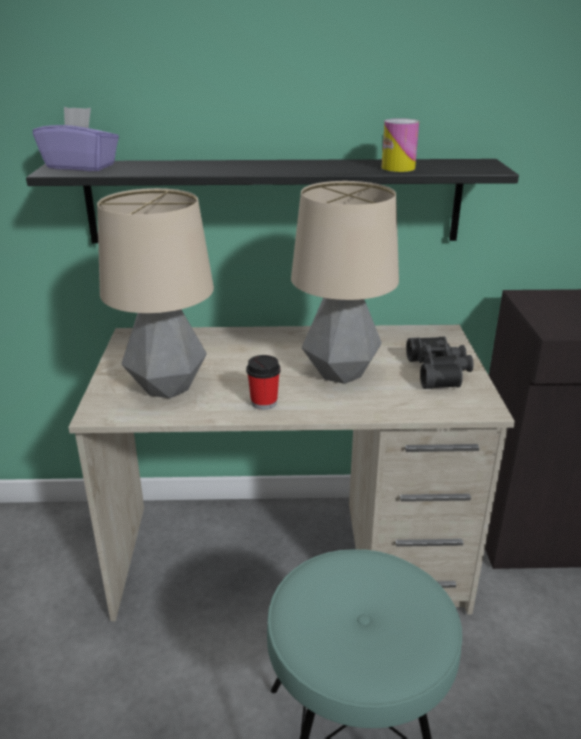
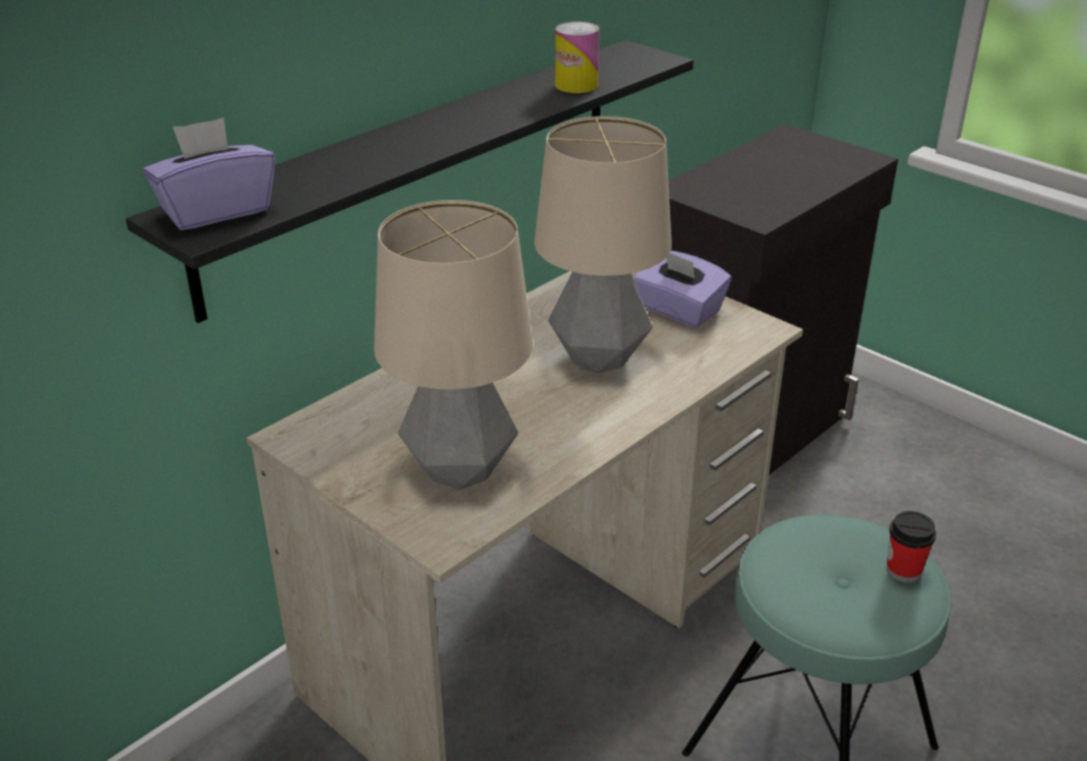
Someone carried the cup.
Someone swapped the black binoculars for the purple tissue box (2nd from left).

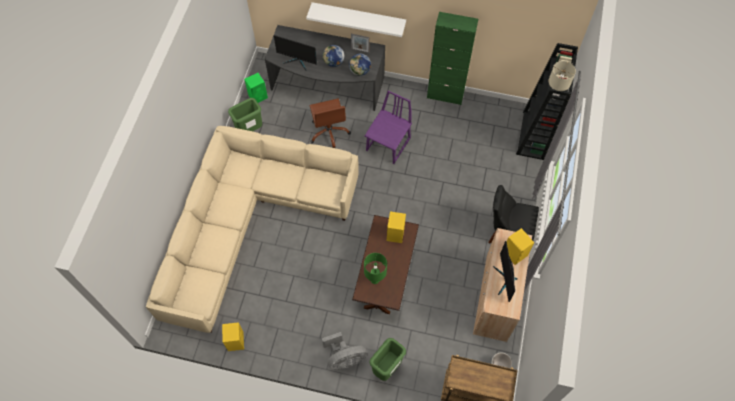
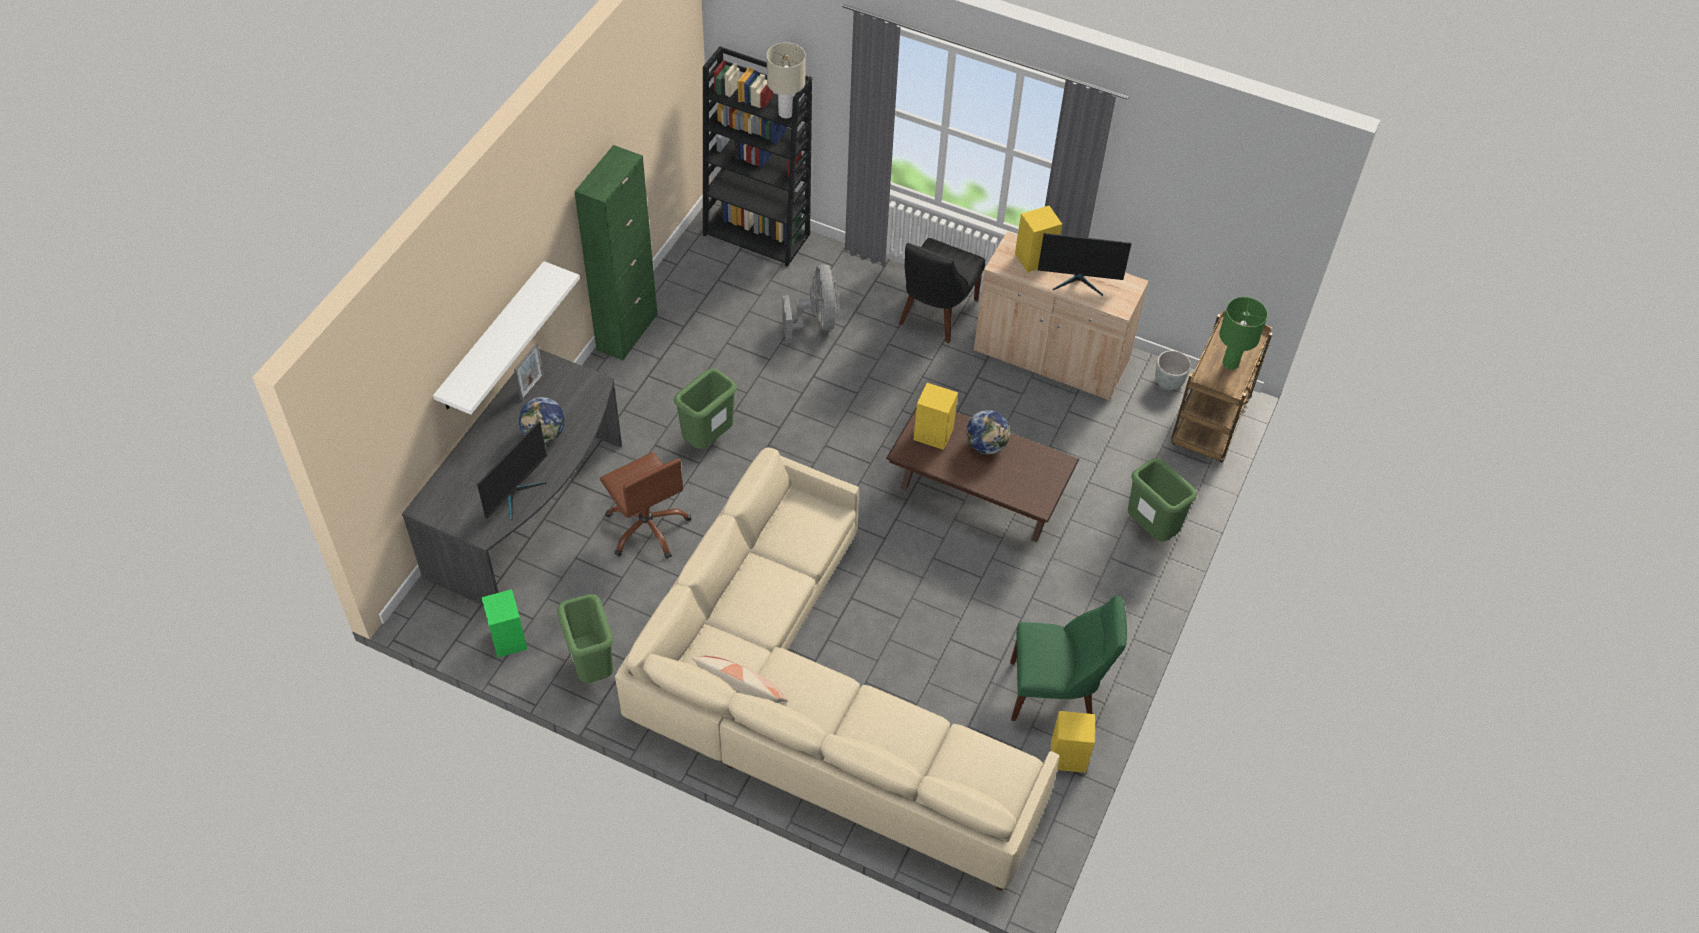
Someone rotated the brown office chair by 60 degrees clockwise.
Someone carried the grey fan.
Someone carried the globe (2nd from left).
Someone carried the green table lamp.
Someone swapped the purple chair for the green trash can (2nd from left).
Someone put down the pillow.
Someone put down the green chair.

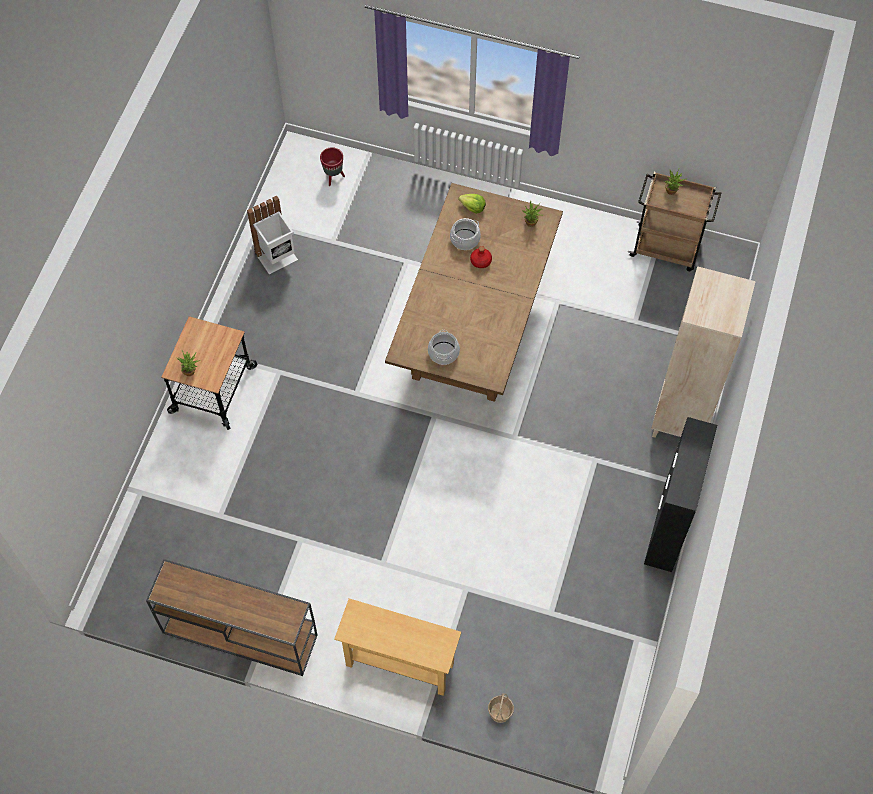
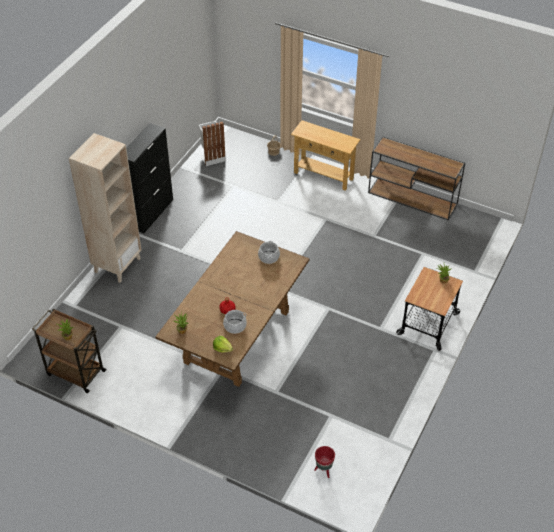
Someone carried the white trash can.

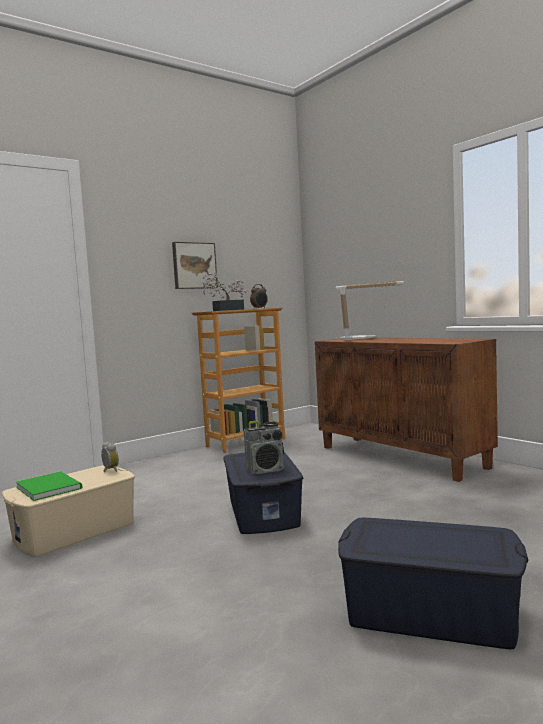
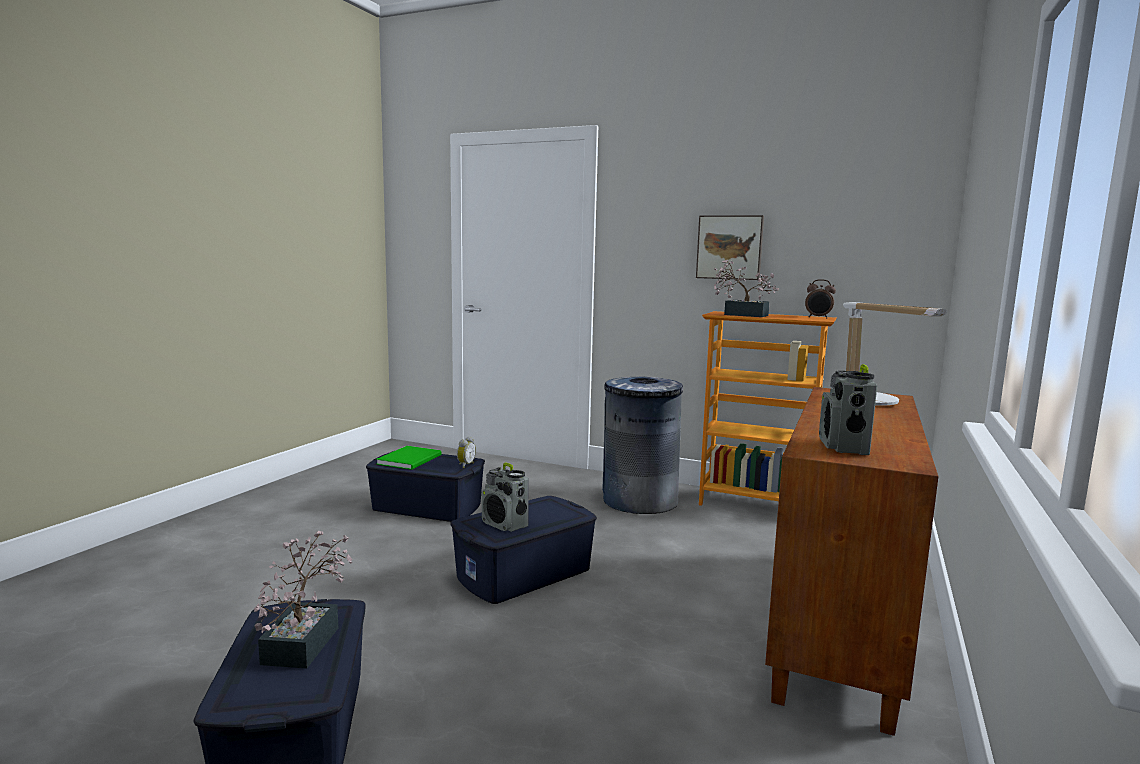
Someone repainted the beige storage box, which became the blue storage box (2nd from left).
Someone put down the potted plant (1st from left).
Someone put down the grey trash can.
Someone put down the radio (2nd from left).

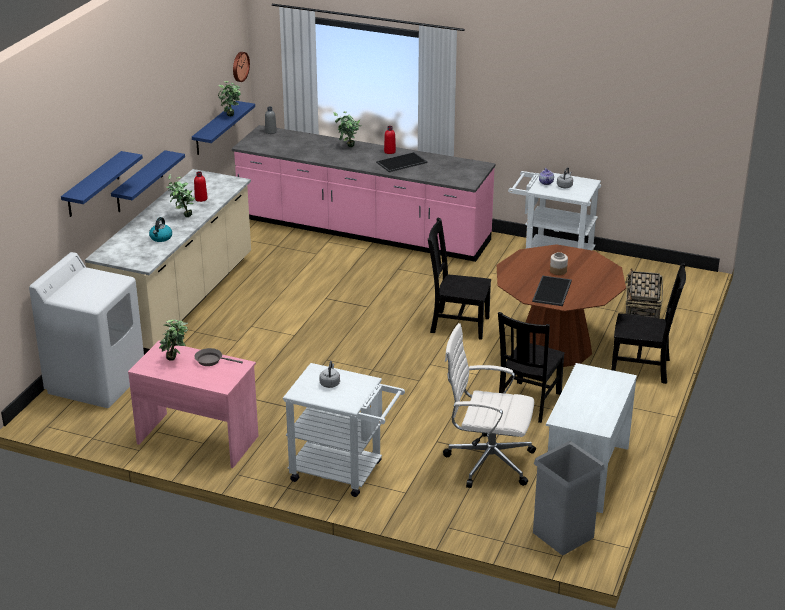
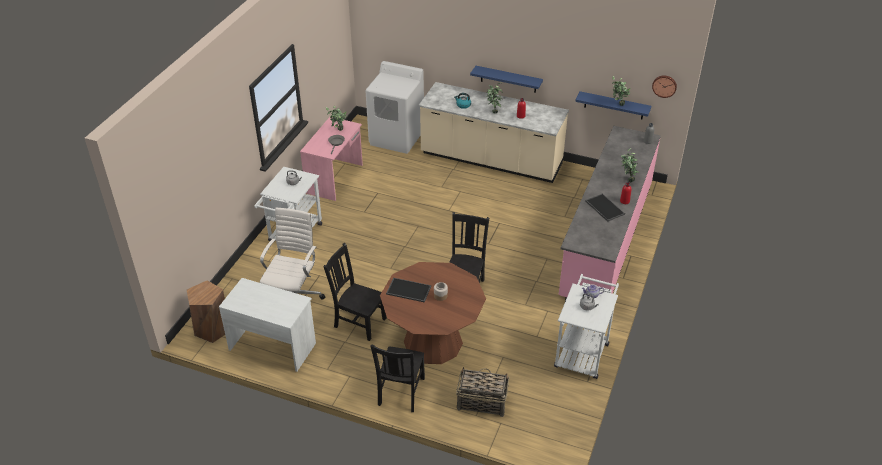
Someone took away the blue shelf (1st from left).
Someone swapped the grey trash can for the brown stool.

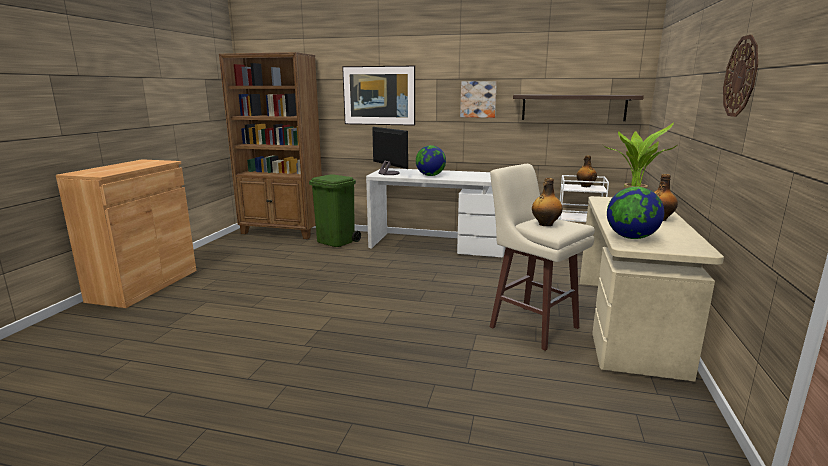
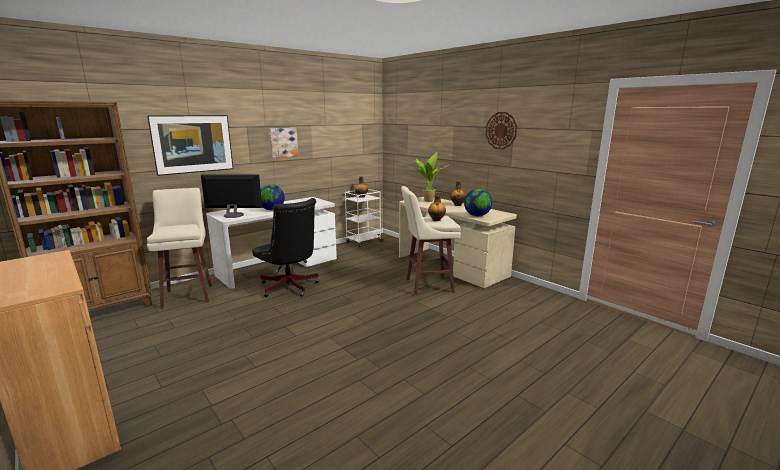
Someone swapped the green trash can for the beige stool (1st from left).
Someone took away the shelf.
Someone put down the black office chair.

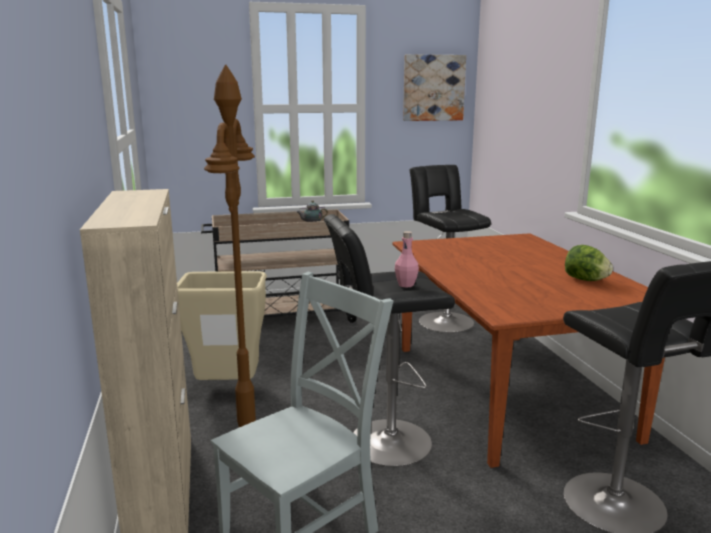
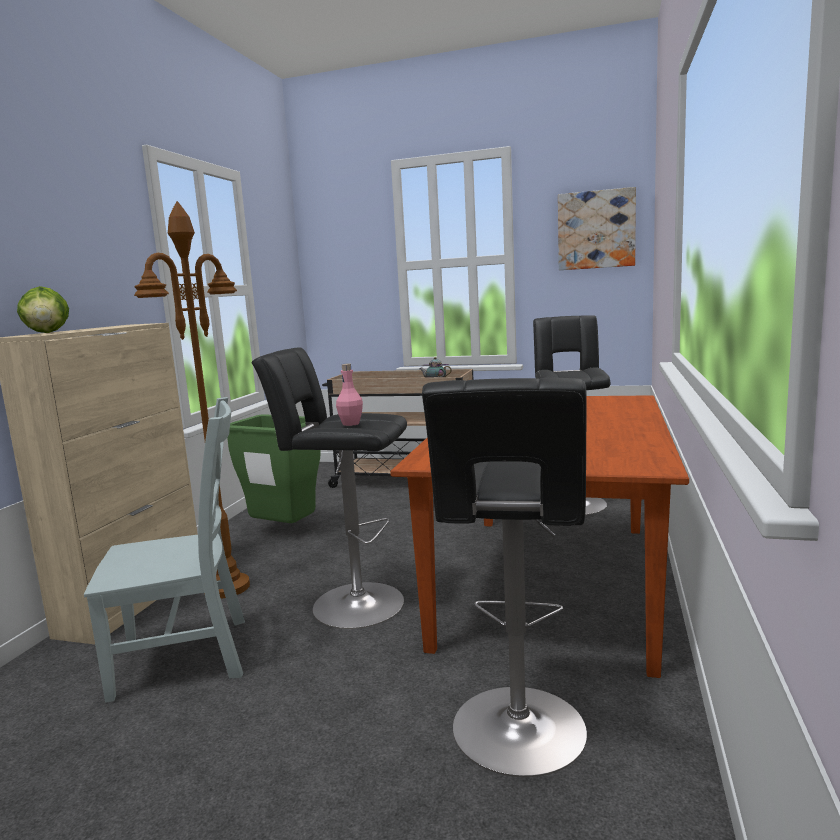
Someone repainted the beige trash can, which became the green trash can.
Someone carried the lettuce.

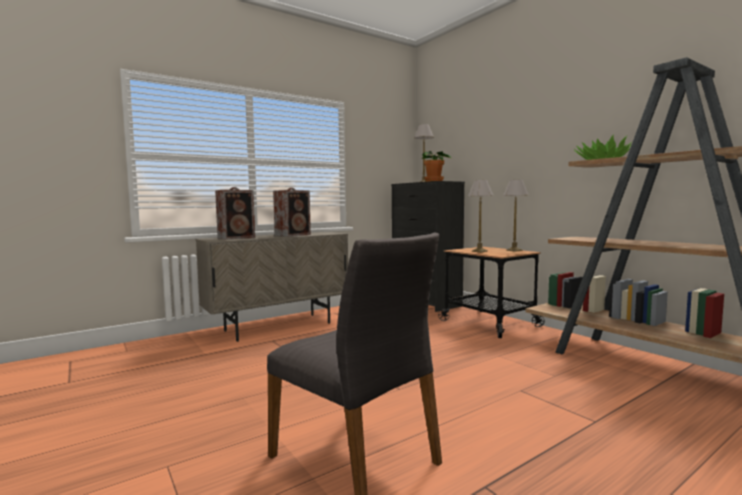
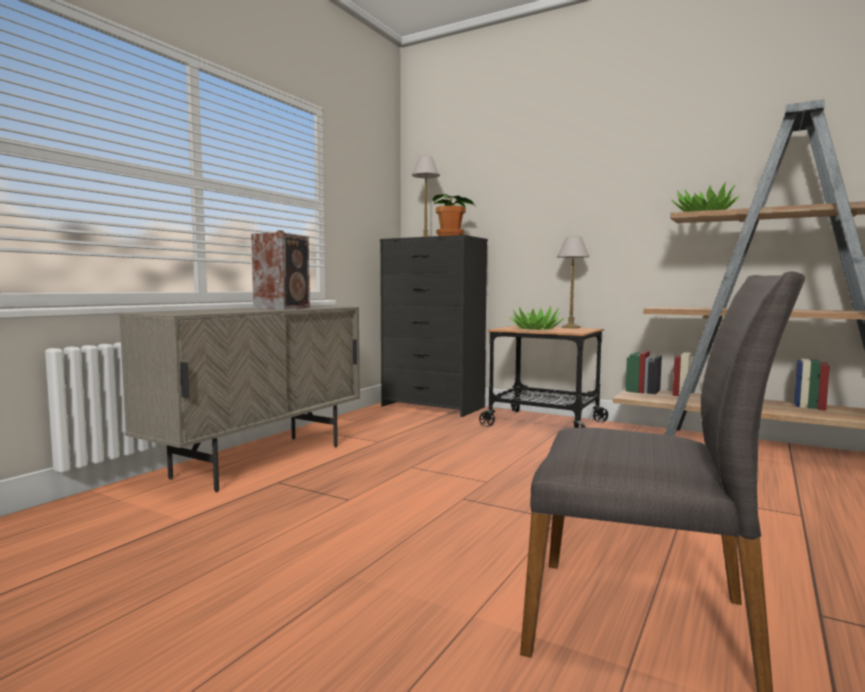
Someone took away the speaker (1st from left).
Someone swapped the table lamp (2nd from left) for the potted plant (2nd from left).

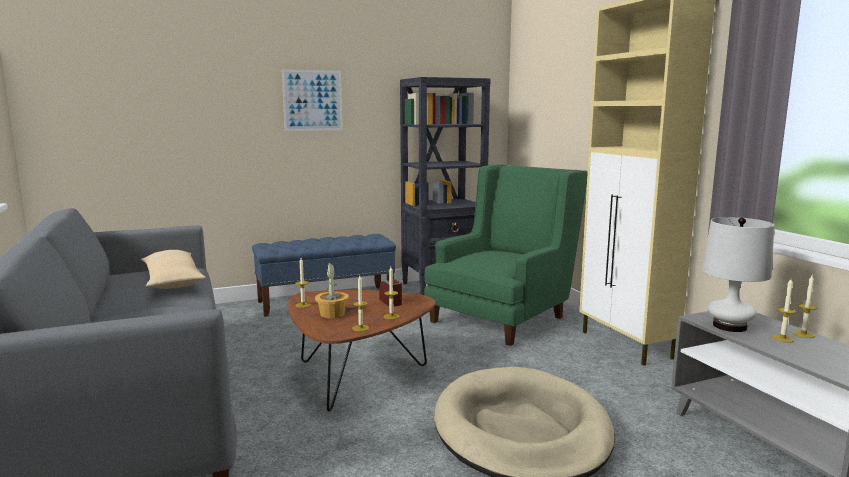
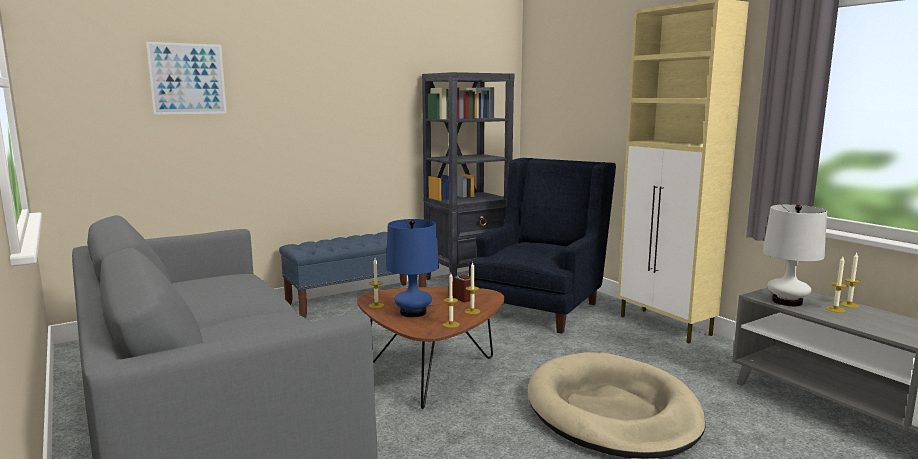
Someone took away the beige pillow.
Someone carried the picture.
Someone swapped the potted plant for the blue table lamp.
Someone repainted the green armchair, which became the blue armchair.

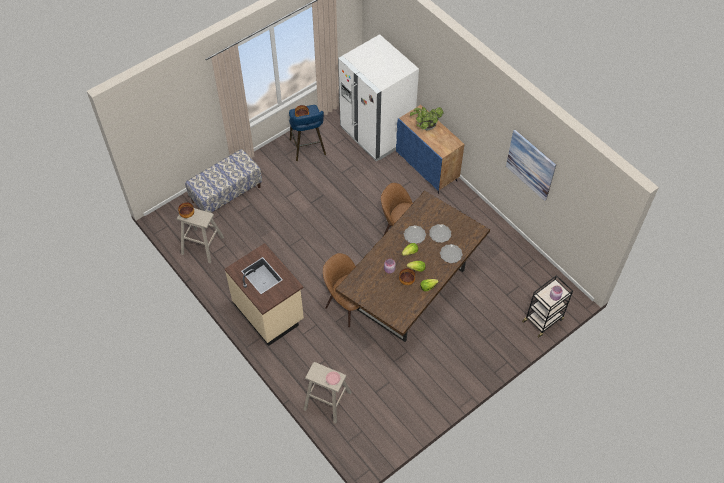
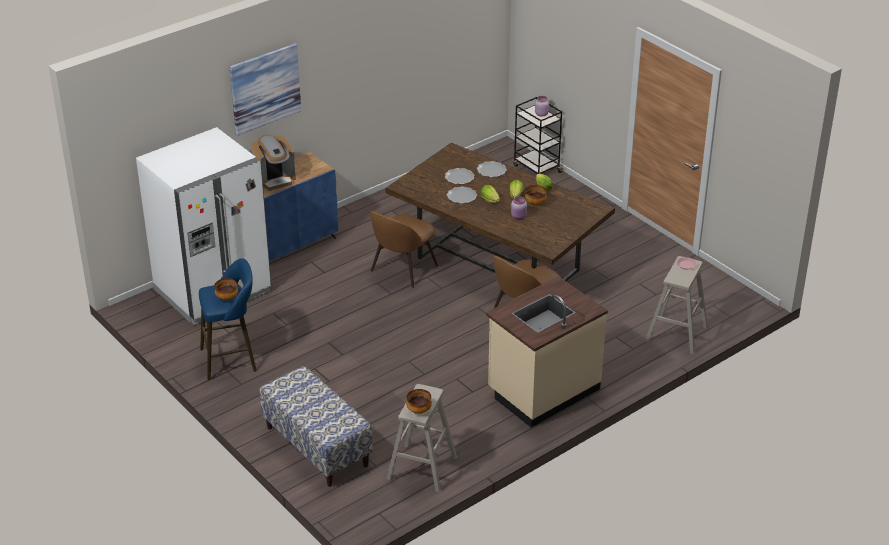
Someone swapped the potted plant for the coffee machine.
Someone carried the picture.

